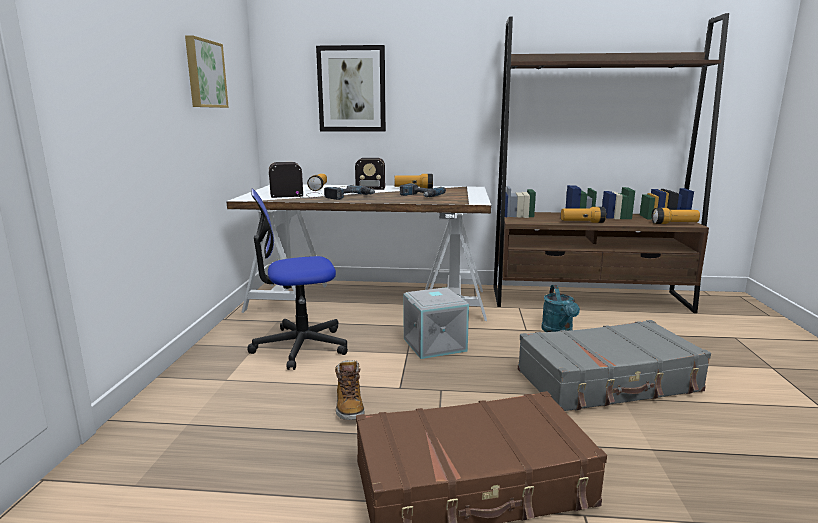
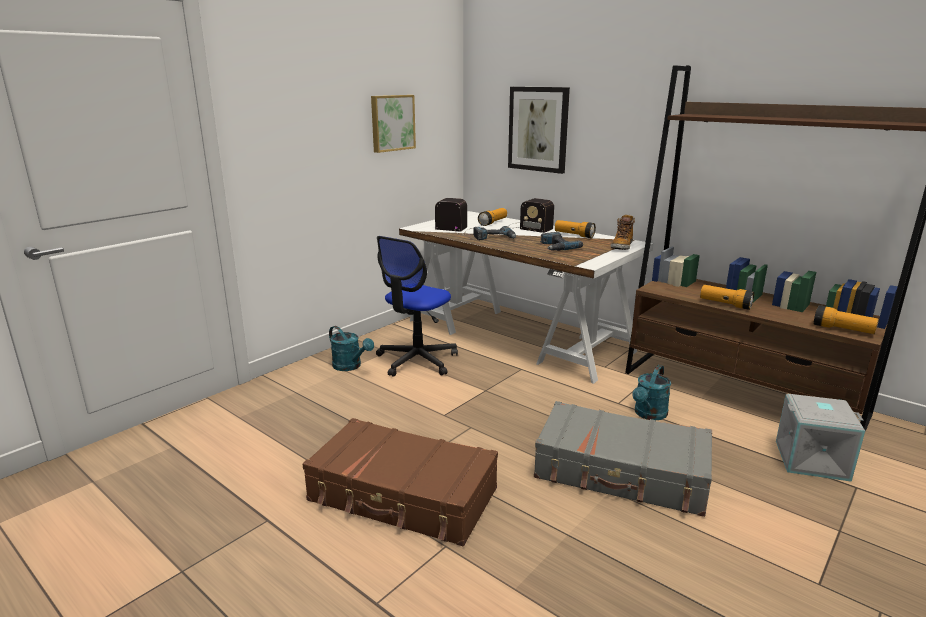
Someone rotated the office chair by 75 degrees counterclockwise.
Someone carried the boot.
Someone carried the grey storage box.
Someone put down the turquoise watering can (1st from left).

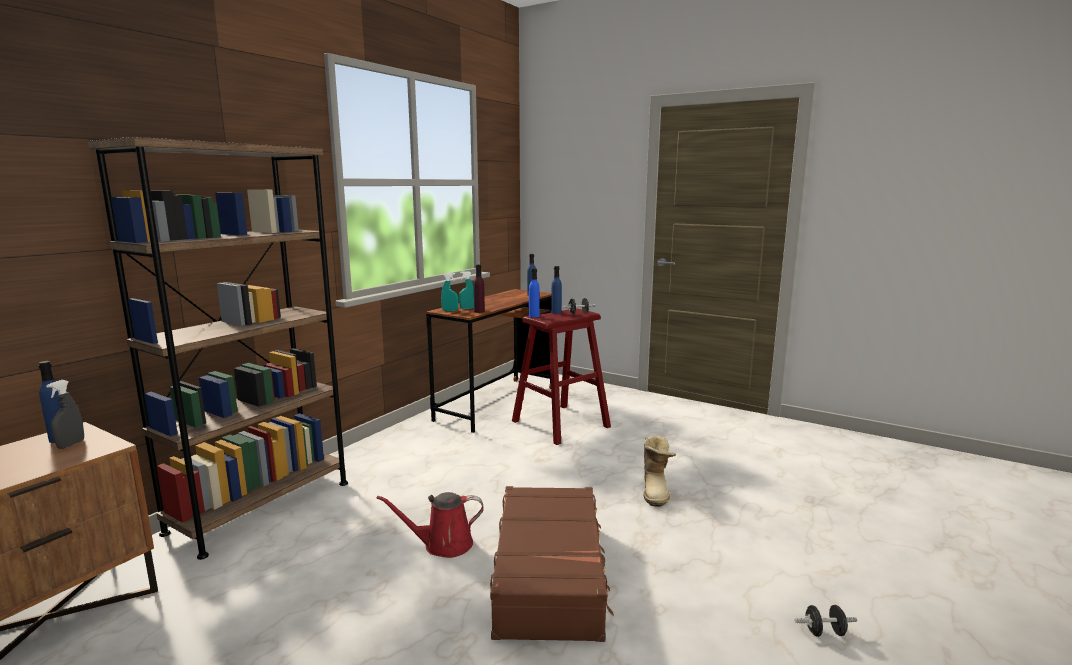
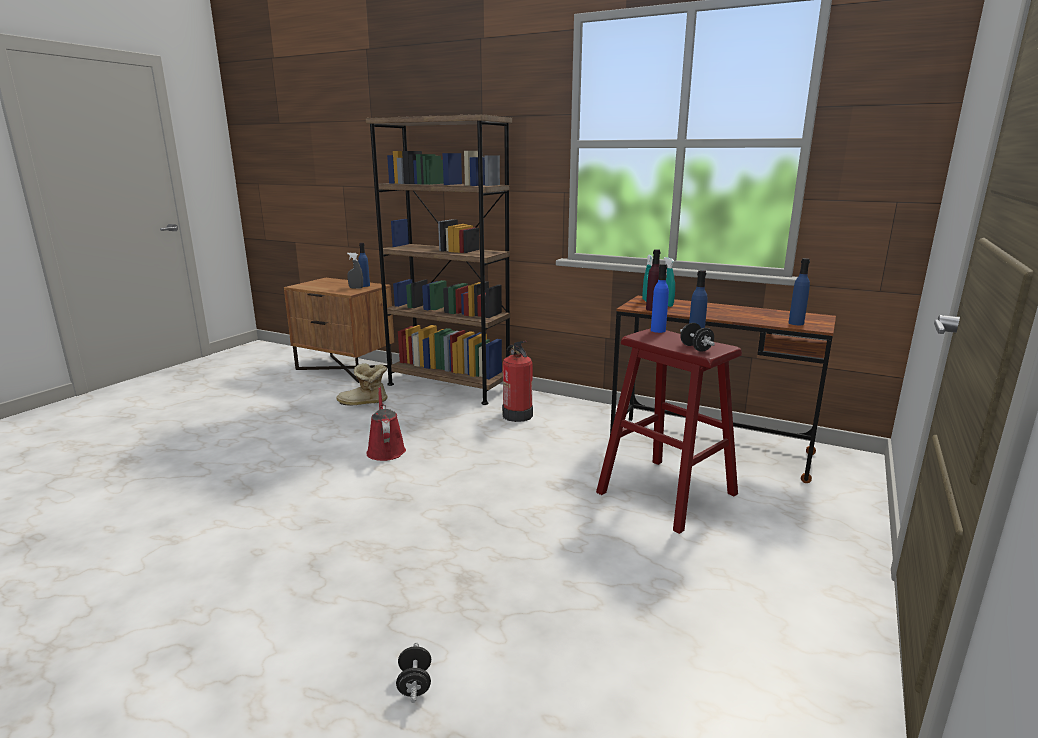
Someone took away the brown suitcase.
Someone carried the boot.
Someone carried the black dumbbell (2nd from left in the first image).
Someone put down the fire extinguisher.

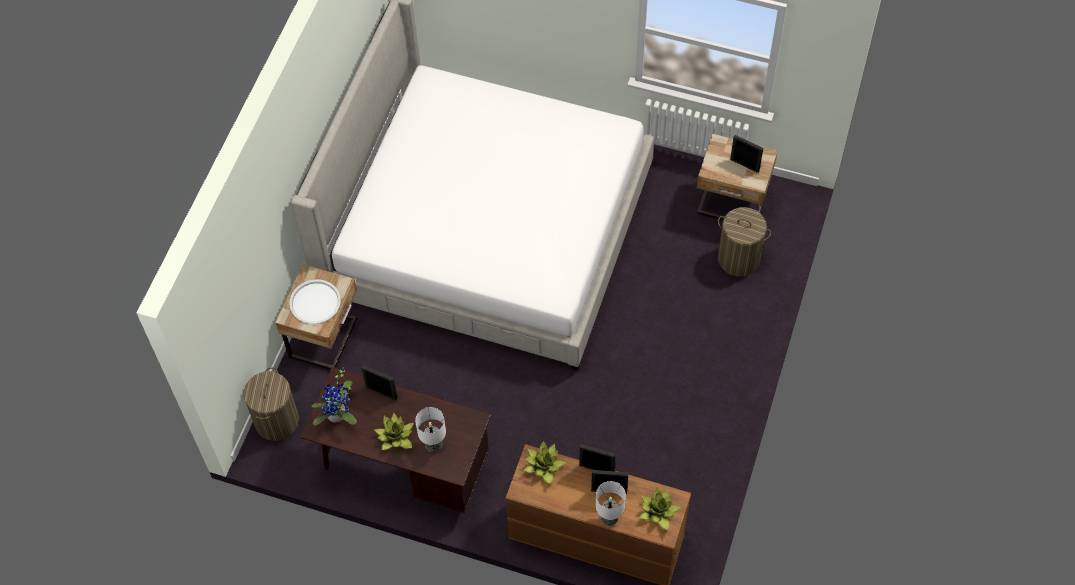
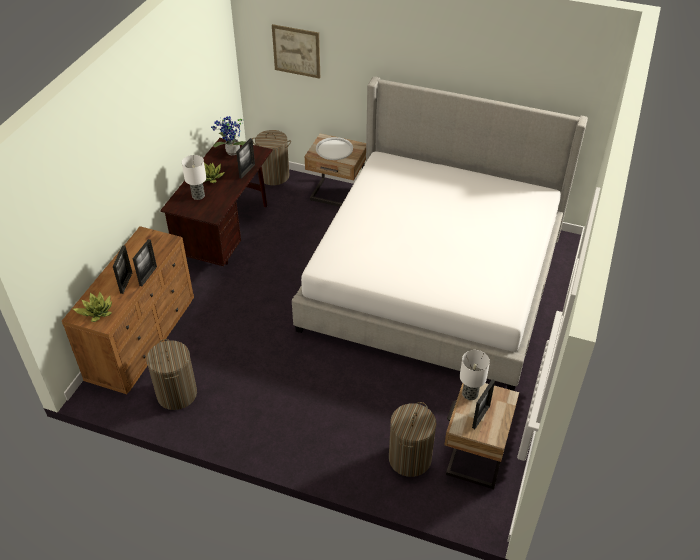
Someone took away the potted plant (3rd from left).
Someone carried the table lamp (2nd from left).
Someone put down the laundry basket (1st from left).
Someone put up the picture.

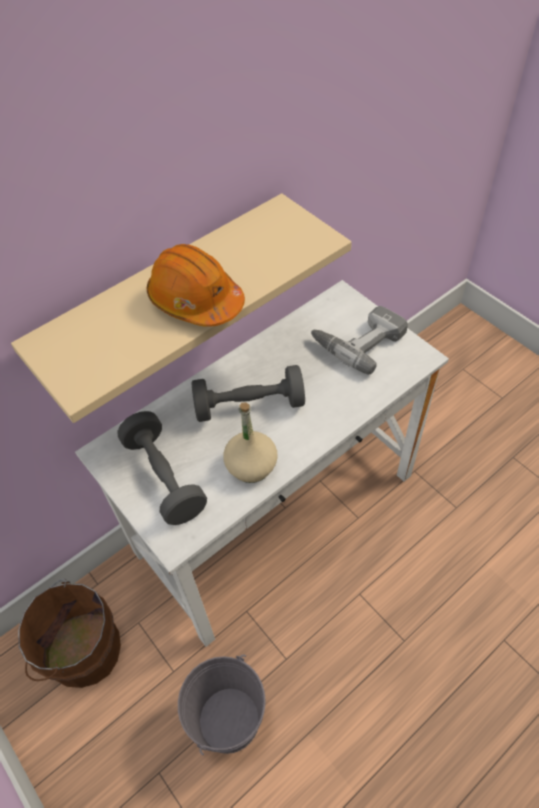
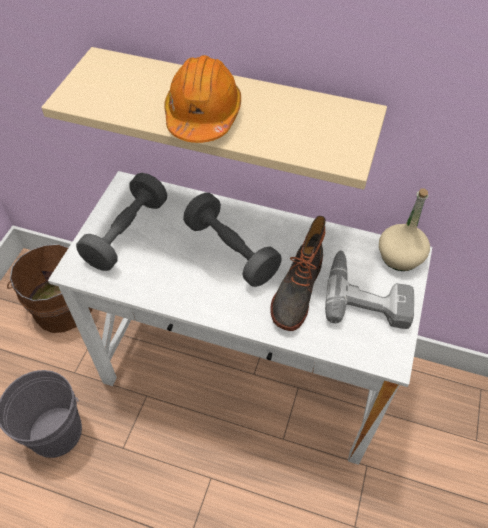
Someone carried the beige bottle.
Someone put down the boot.

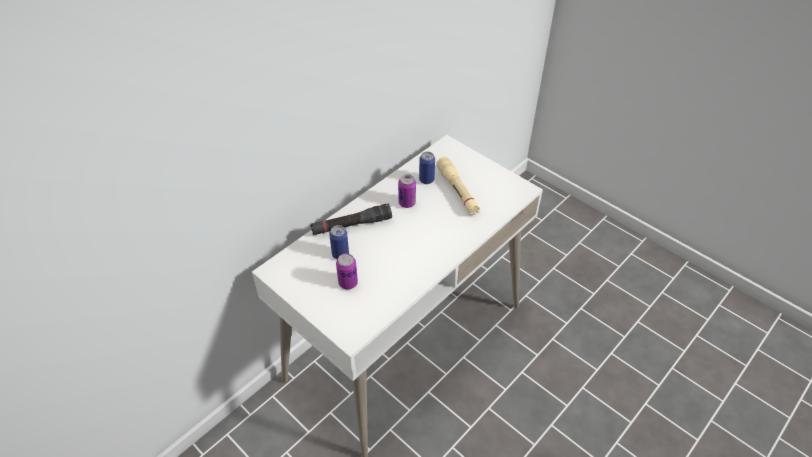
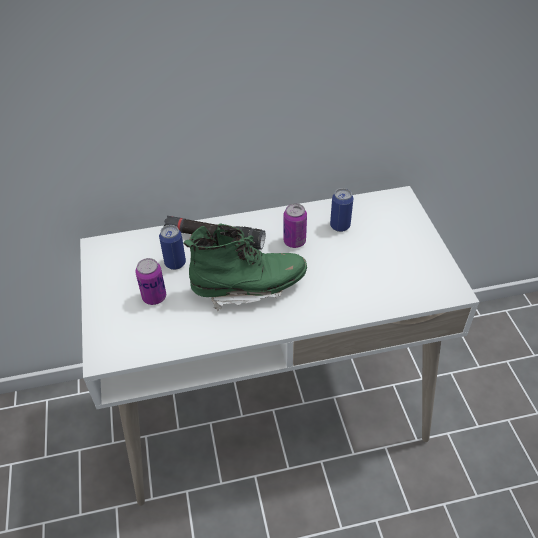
Someone took away the beige flashlight.
Someone put down the green boot.

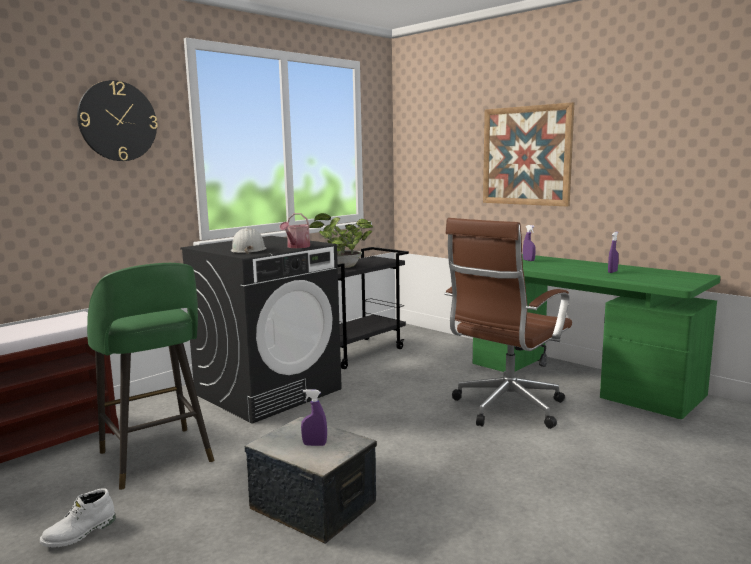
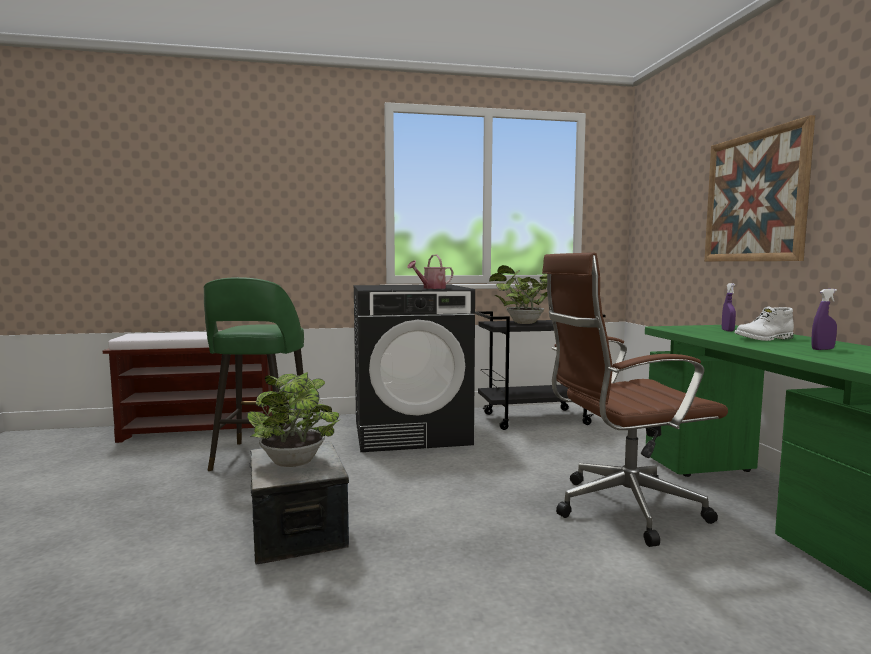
Someone carried the white boot.
Someone took away the wall clock.
Someone took away the white hard hat.
Someone swapped the purple spray bottle (1st from left) for the potted plant (1st from left).

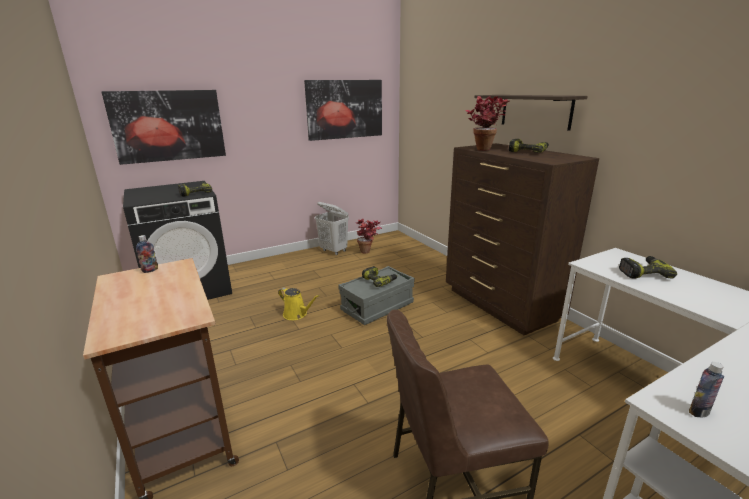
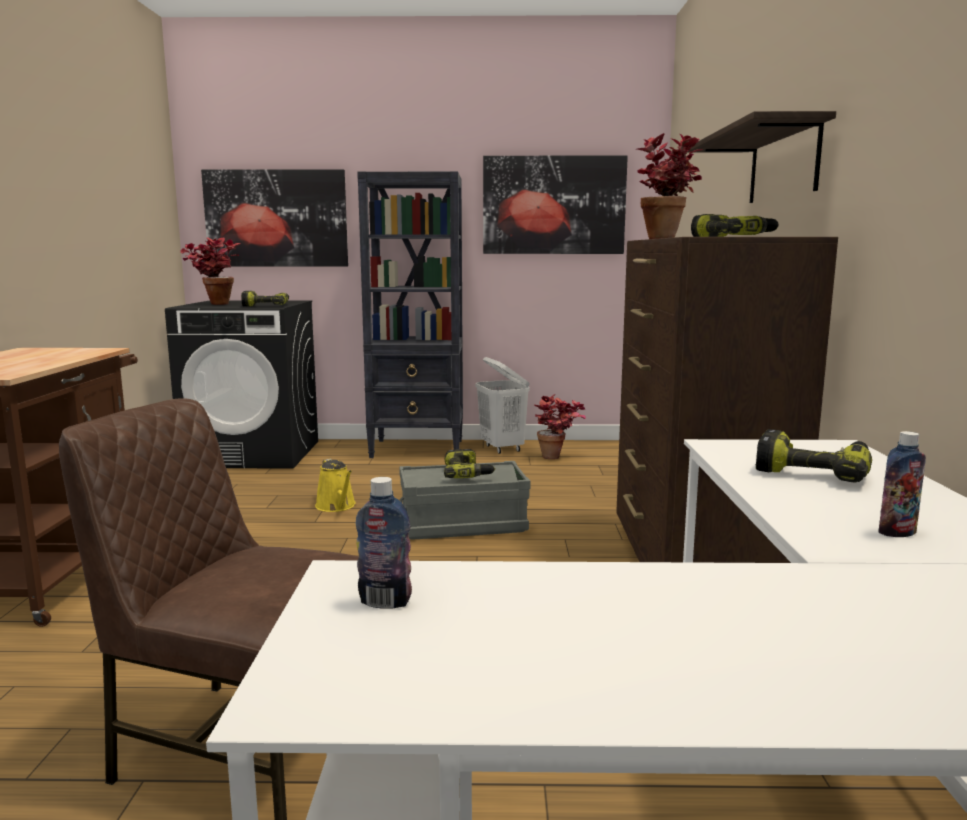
Someone carried the bottle (1st from left in the first image).
Someone put down the potted plant (1st from left).
Someone put down the black bookcase.

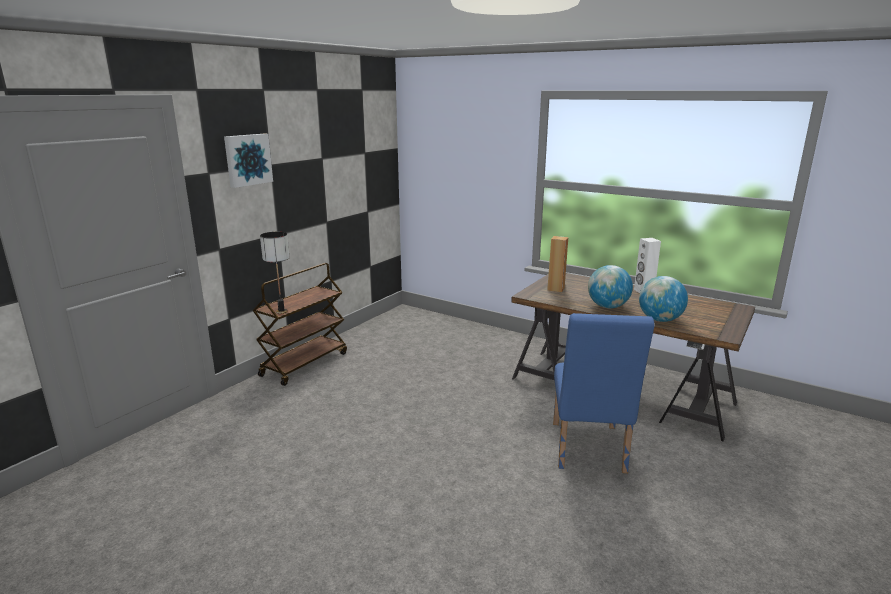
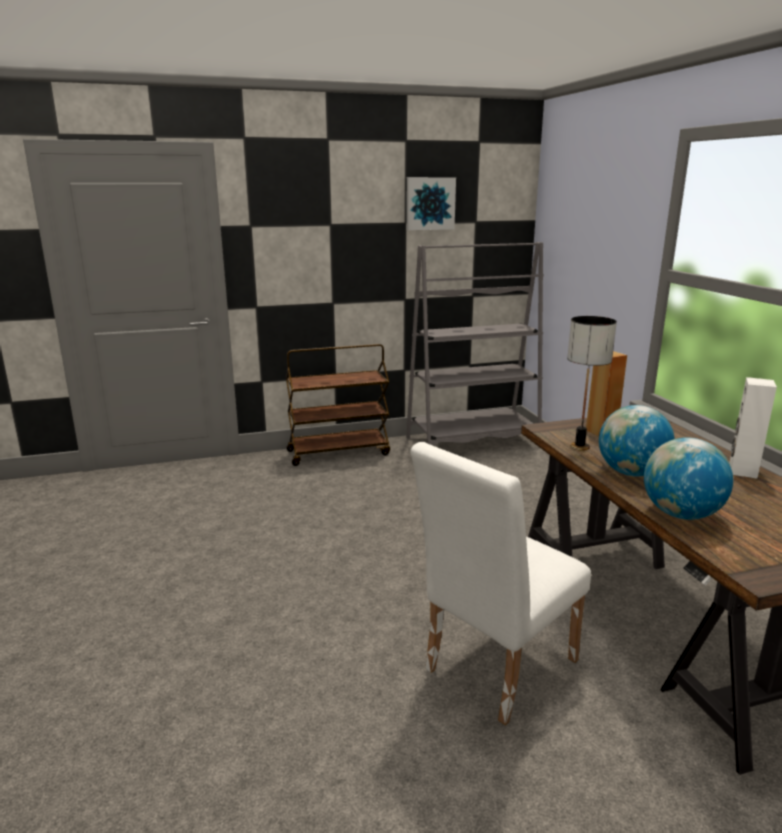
Someone carried the picture.
Someone carried the table lamp.
Someone repainted the blue chair, which became the white chair.
Someone put down the grey bookcase.

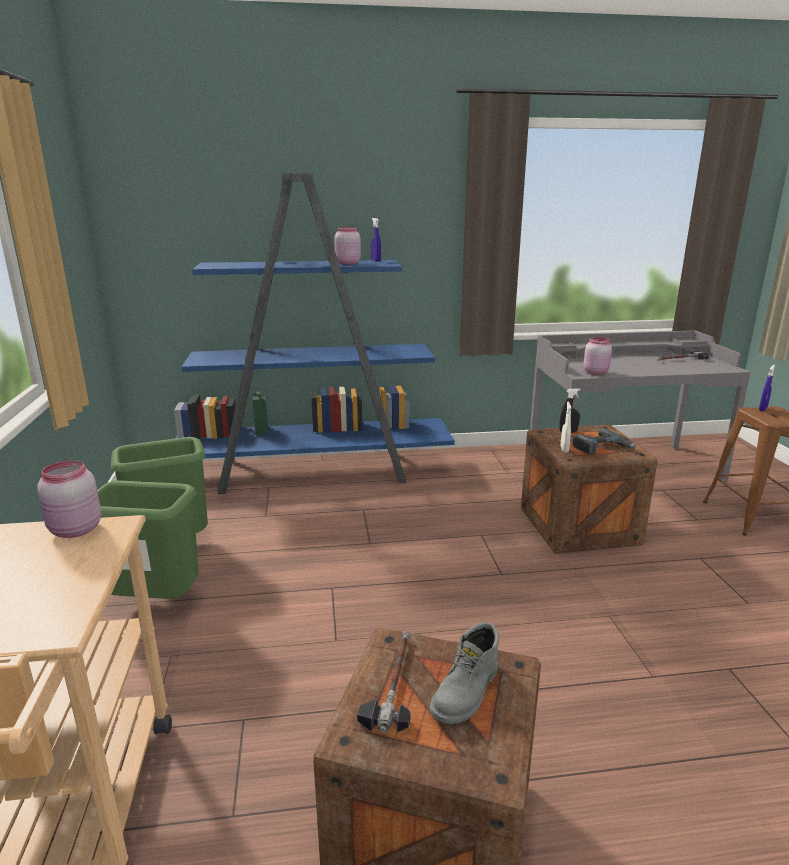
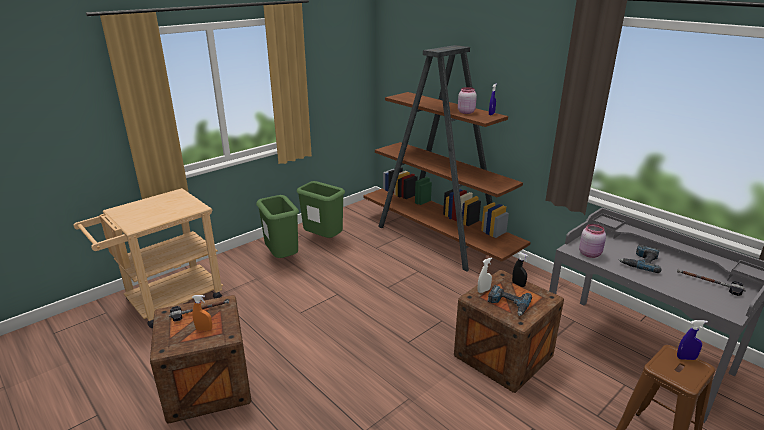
Someone took away the pink jar (1st from left).
Someone repainted the blue bookcase, which became the brown bookcase.
Someone swapped the grey boot for the orange spray bottle.
Someone put down the power drill (2nd from left).

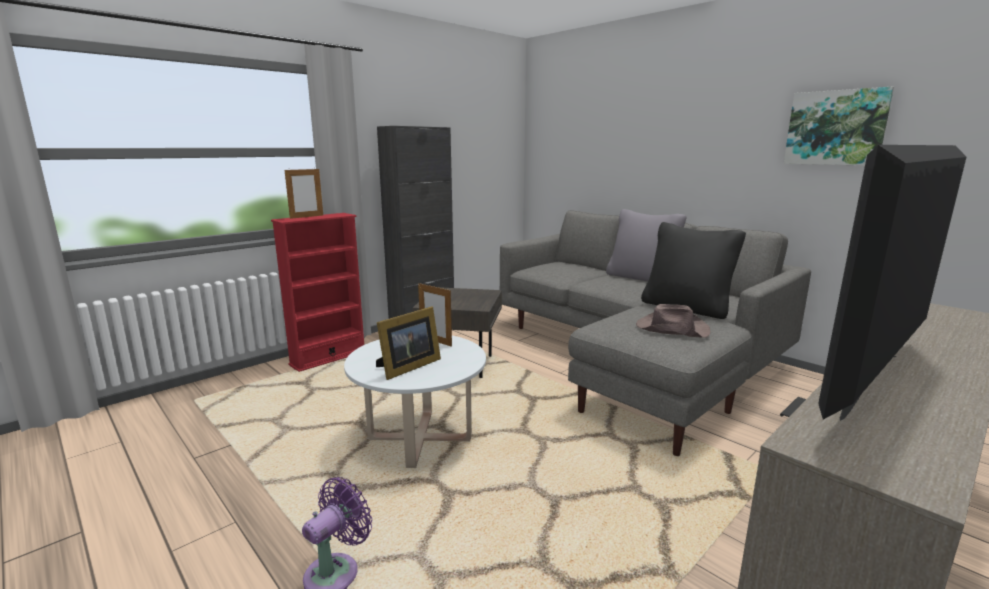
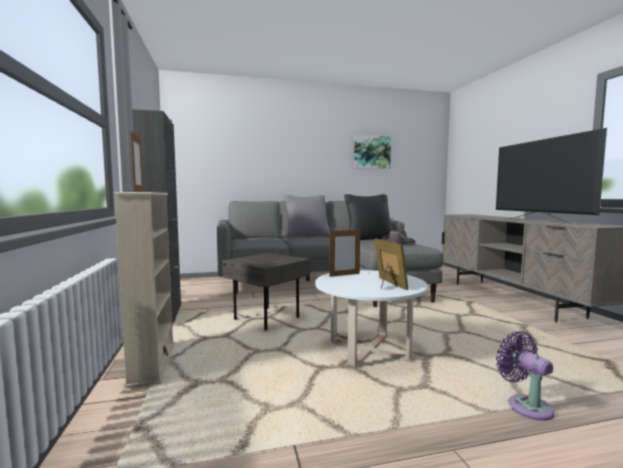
Someone repainted the red bookcase, which became the beige bookcase.

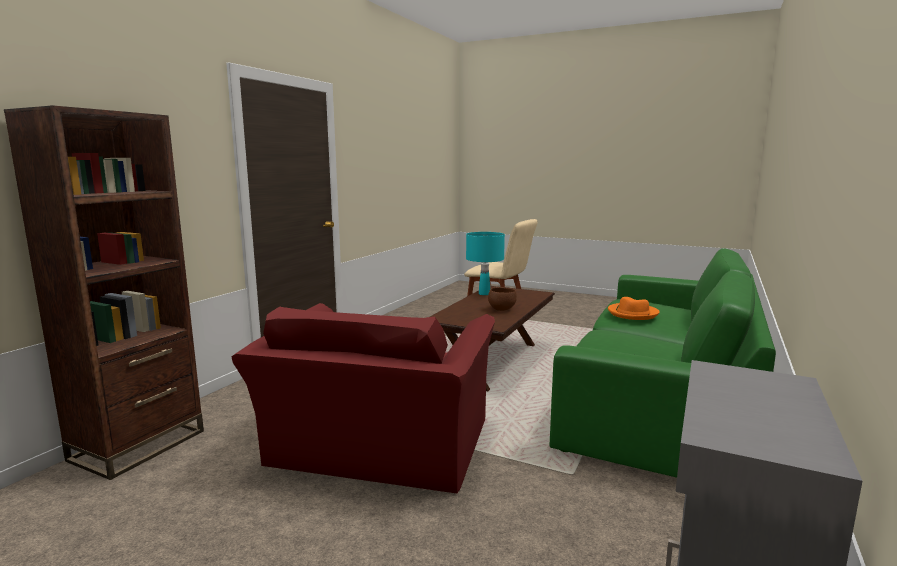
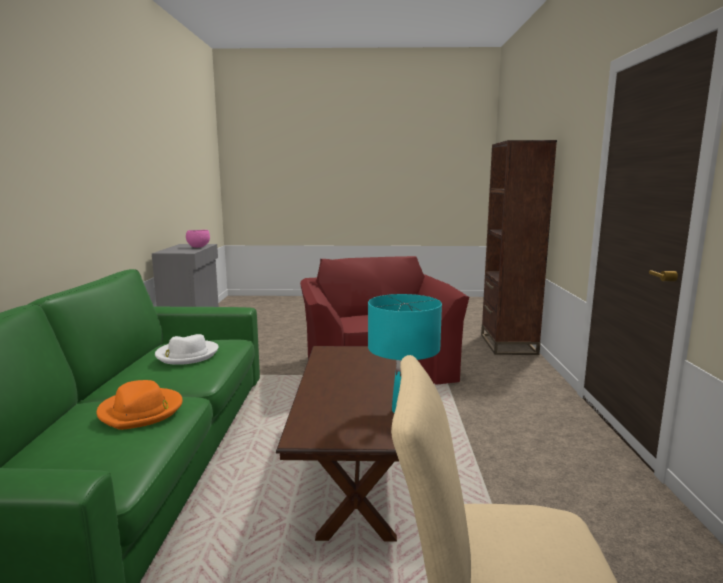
Someone took away the brown bowl.
Someone put down the white hat.
Someone put down the pink bowl.

